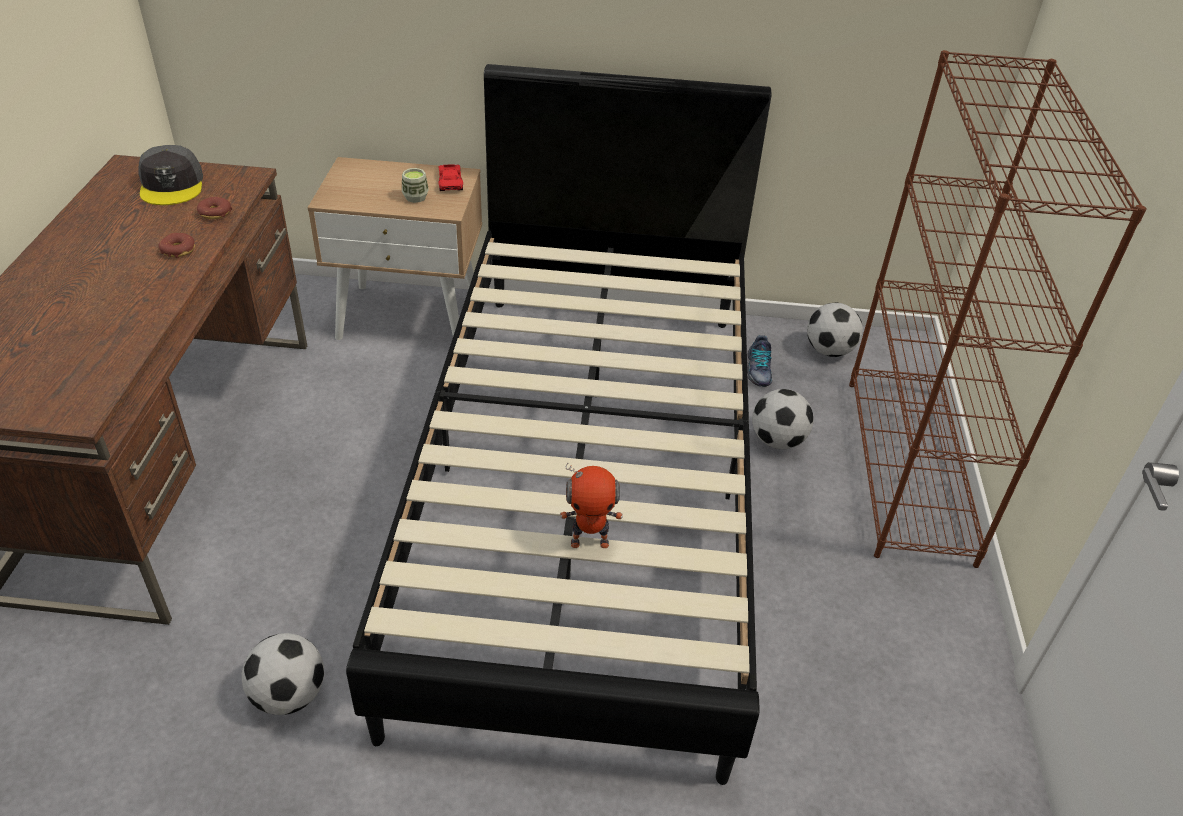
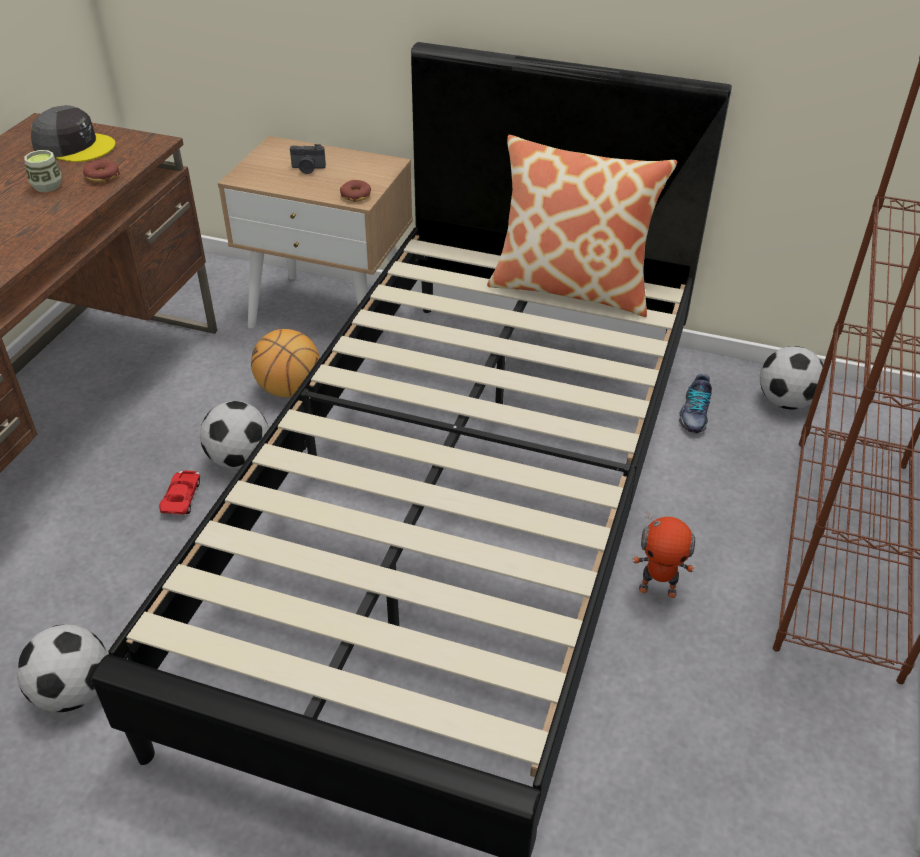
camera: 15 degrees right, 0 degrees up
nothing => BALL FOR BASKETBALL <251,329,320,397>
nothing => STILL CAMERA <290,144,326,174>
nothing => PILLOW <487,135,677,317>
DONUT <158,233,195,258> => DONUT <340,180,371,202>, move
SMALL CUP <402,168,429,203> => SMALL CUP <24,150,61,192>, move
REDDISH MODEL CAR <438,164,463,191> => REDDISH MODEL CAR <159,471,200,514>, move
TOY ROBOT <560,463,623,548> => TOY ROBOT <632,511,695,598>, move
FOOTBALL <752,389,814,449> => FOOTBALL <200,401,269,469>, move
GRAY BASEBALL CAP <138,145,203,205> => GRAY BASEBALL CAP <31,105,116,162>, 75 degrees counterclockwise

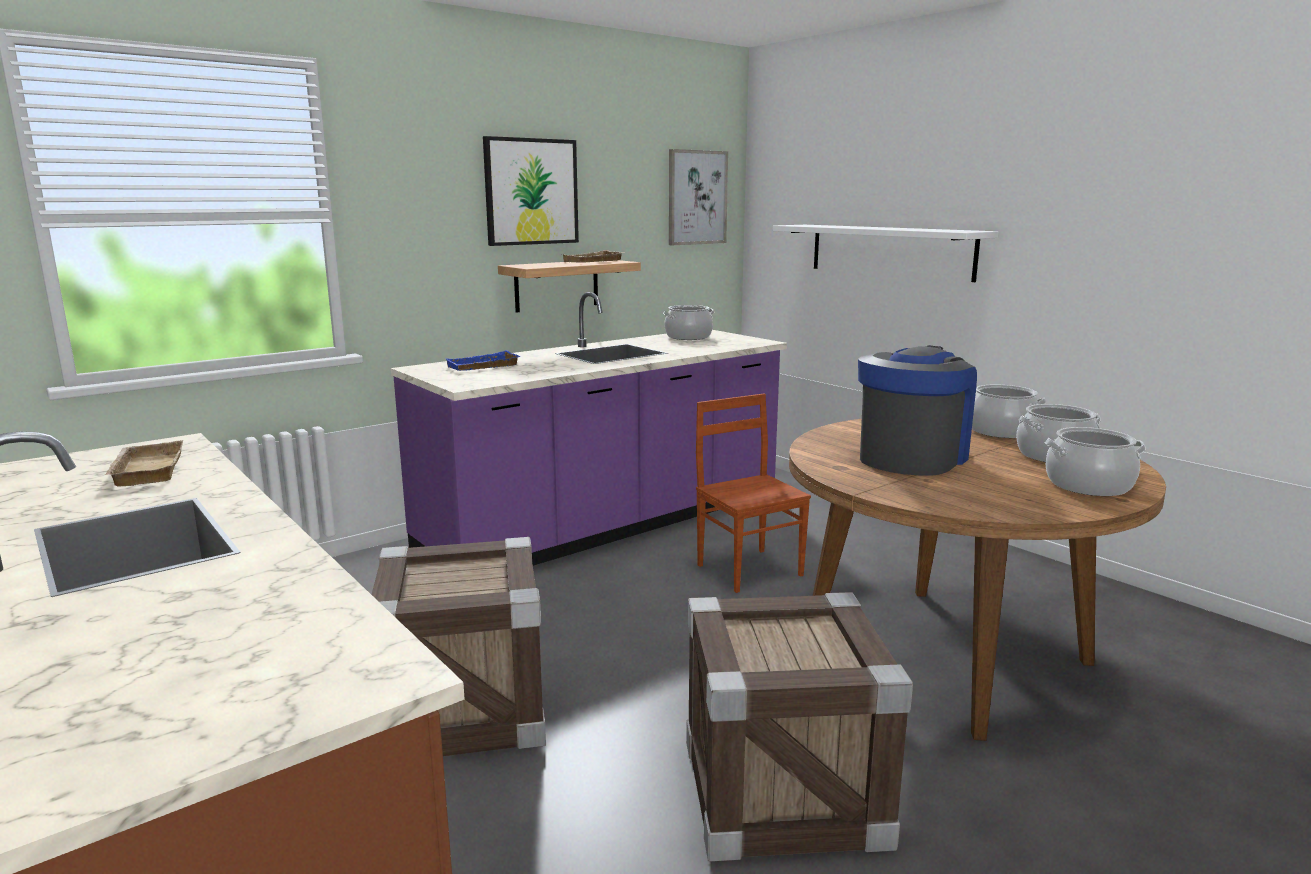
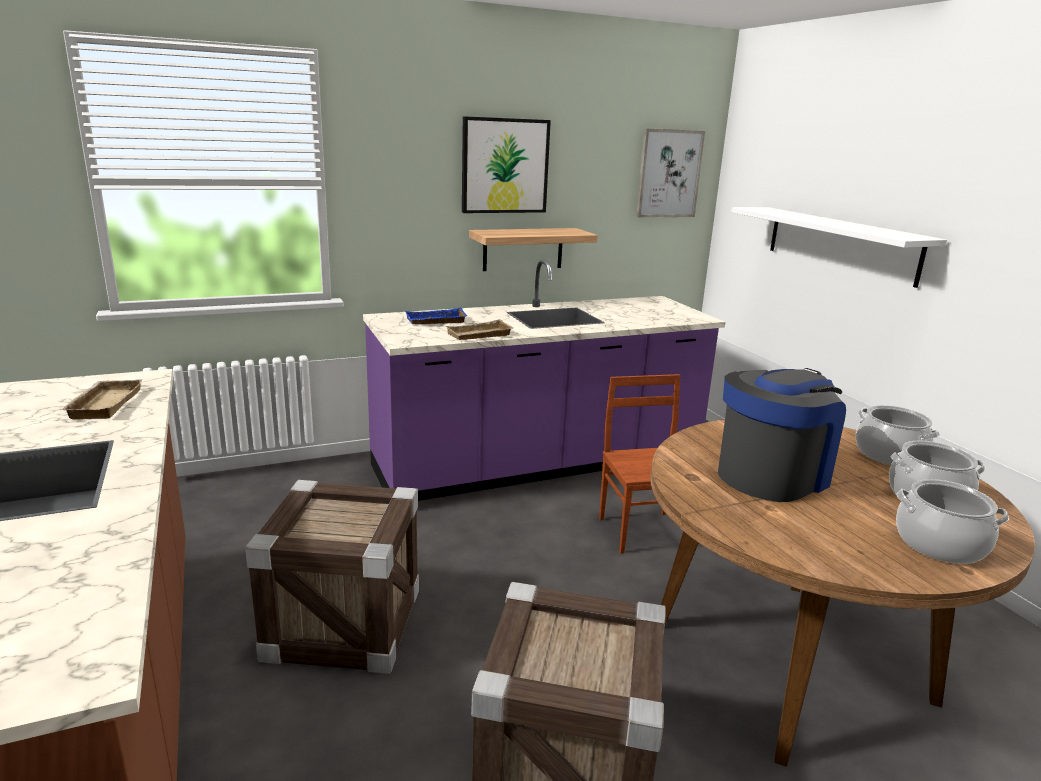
camera: 15 degrees right, 5 degrees up
STOCKPOT <663,305,714,340> => nothing
BEIGE-COLOURED CARRYING TRAY <562,250,624,263> => BEIGE-COLOURED CARRYING TRAY <446,319,513,340>, move

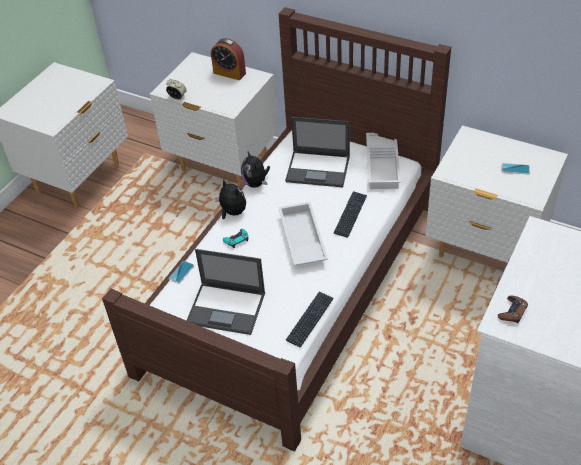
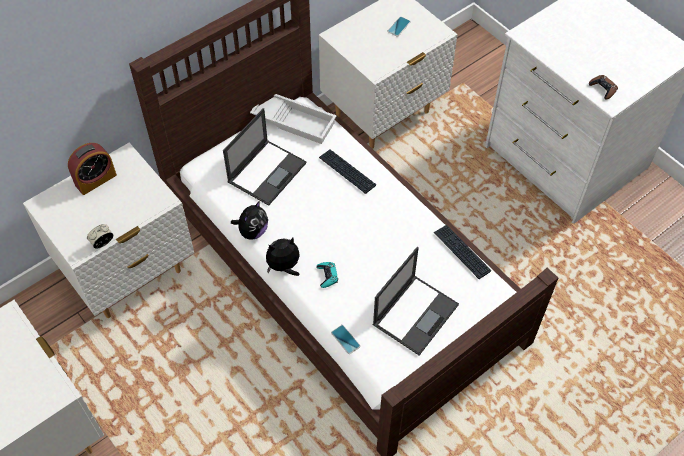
camera: 70 degrees left, 10 degrees up
WHITISH CARRYING TRAY <278,202,328,266> => nothing
CUDDLY TOY <241,150,270,188> => CUDDLY TOY <231,201,268,240>, 60 degrees counterclockwise

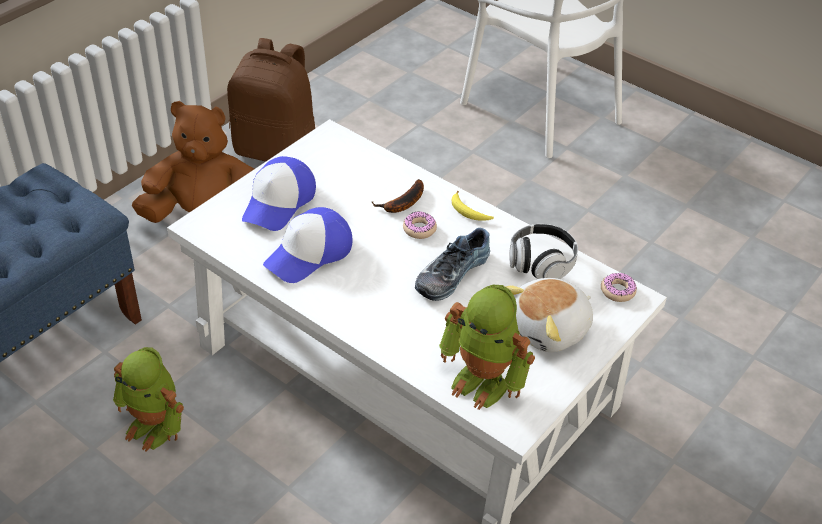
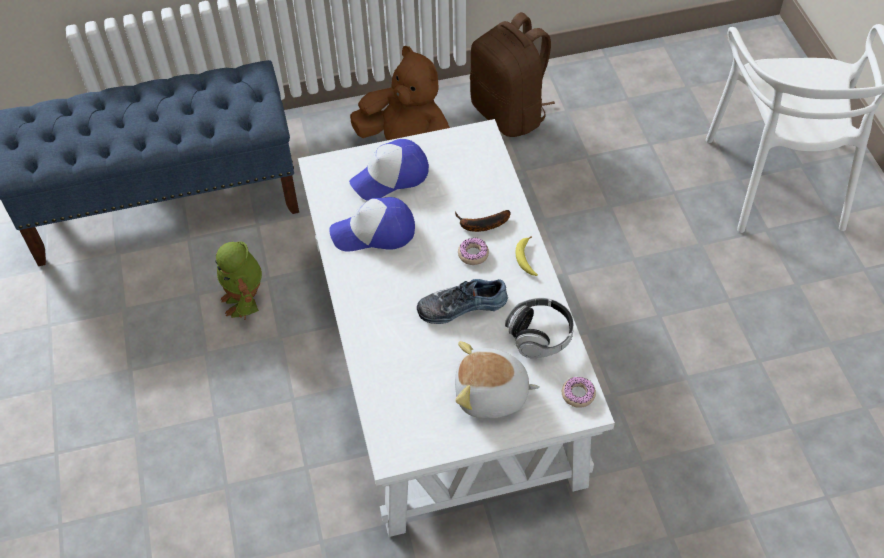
camera: 40 degrees right, 10 degrees up
TOY ROBOT <439,285,535,410> => nothing

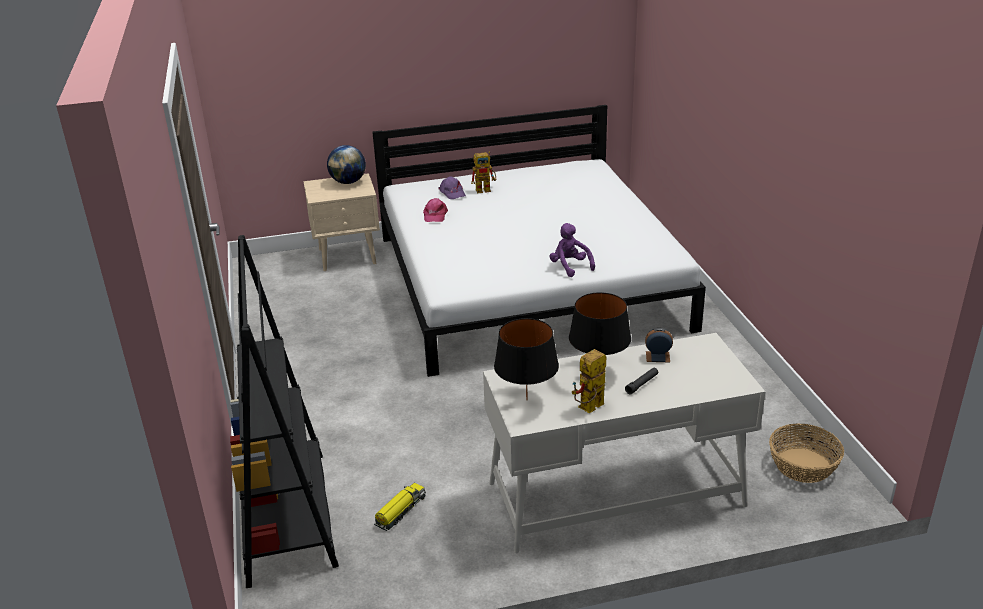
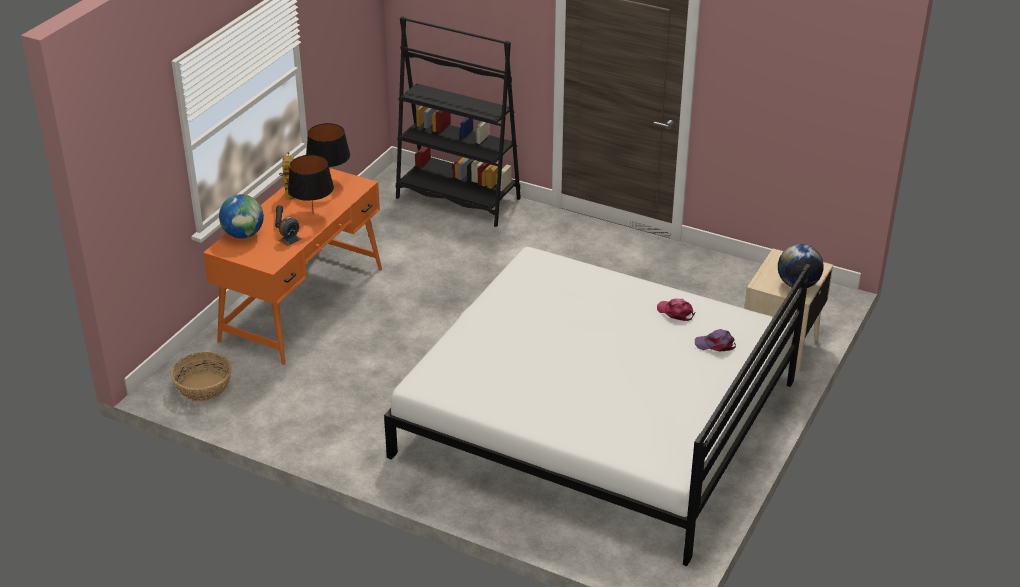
camera: 130 degrees right, 5 degrees up
MODEL TRUCK <374,483,426,531> => nothing
TOY ROBOT <471,151,496,193> => nothing
PURPLE-COLOURED CUDDLY TOY <550,223,595,277> => nothing
nothing => WORLD GLOBE <219,194,264,238>
WHITISH DESK UNIT <483,333,765,553> => ORANGE-COLOURED DESK UNIT <203,168,382,365>

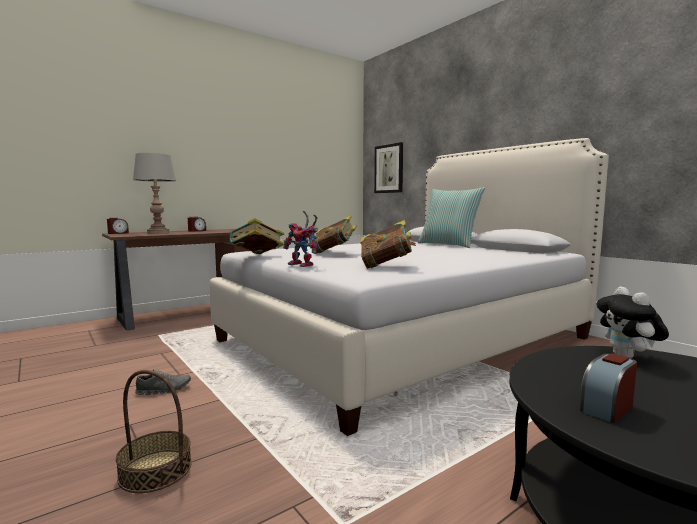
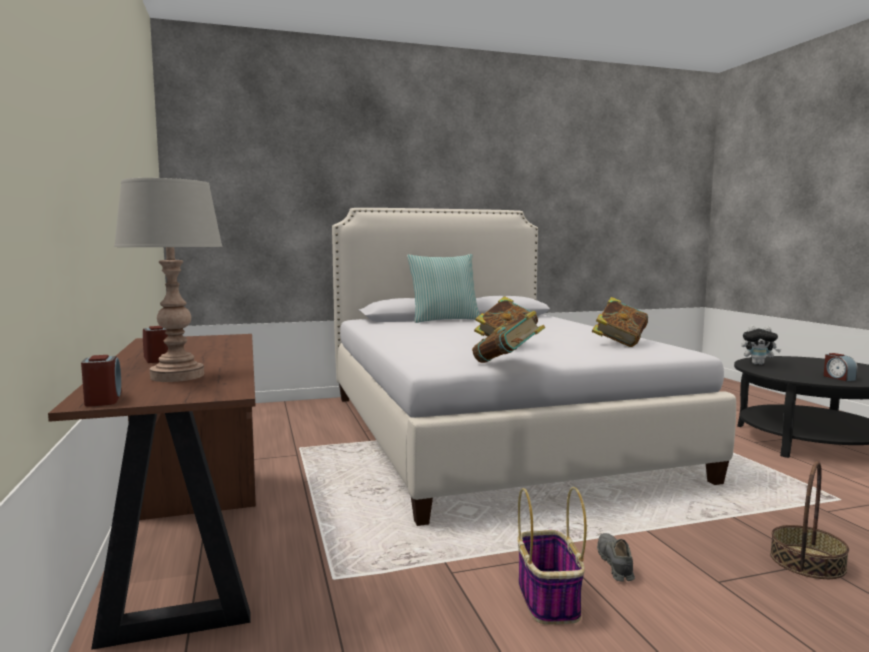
camera: 70 degrees left, 0 degrees up
TOY ROBOT <283,211,318,267> => nothing
WALL PICTURE <374,142,403,193> => nothing
nothing => BASKET <518,487,587,624>

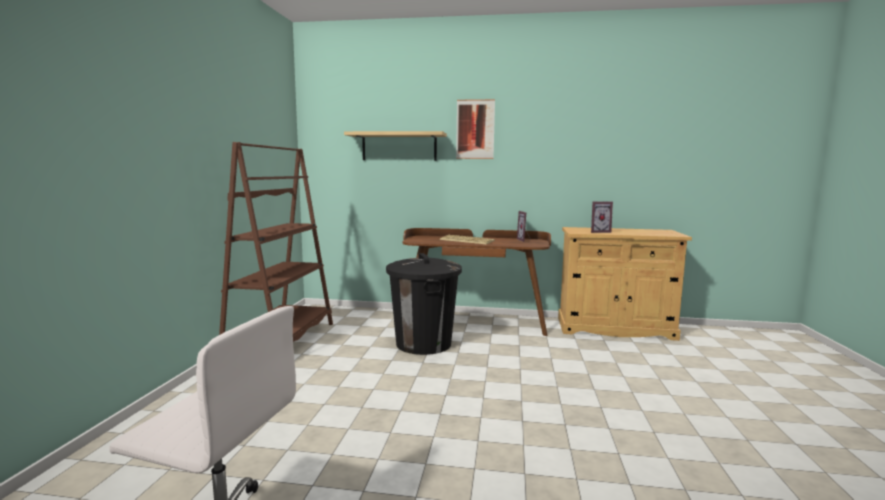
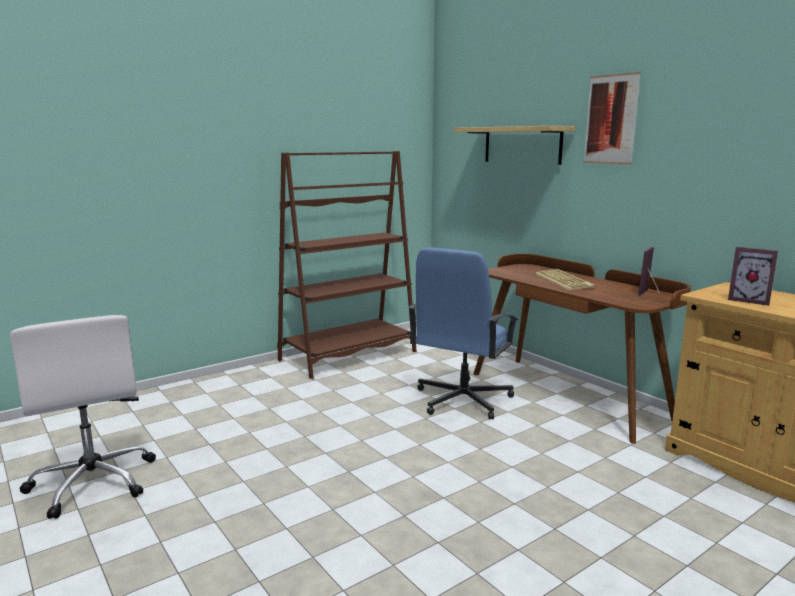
camera: 45 degrees right, 5 degrees up
BLACK TRASH CAN <386,253,462,355> => BLUISH COMPUTER CHAIR <408,247,518,420>

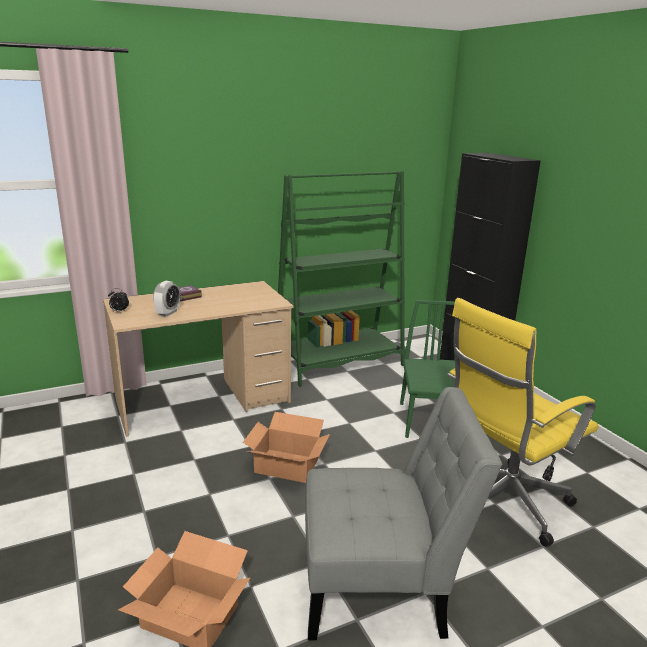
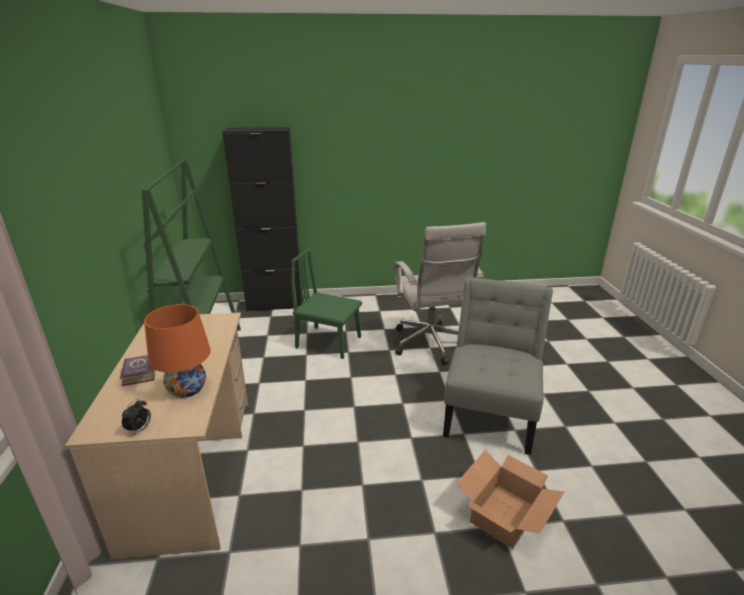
camera: 70 degrees left, 5 degrees up
CARTON <243,412,330,483> => nothing
BEDSIDE CLOCK <153,281,180,317> => ORANGE-COLOURED LAMP FOR A TABLE <144,304,211,398>
YELLOW COMPUTER CHAIR <447,298,599,547> => WHITISH COMPUTER CHAIR <395,222,486,365>

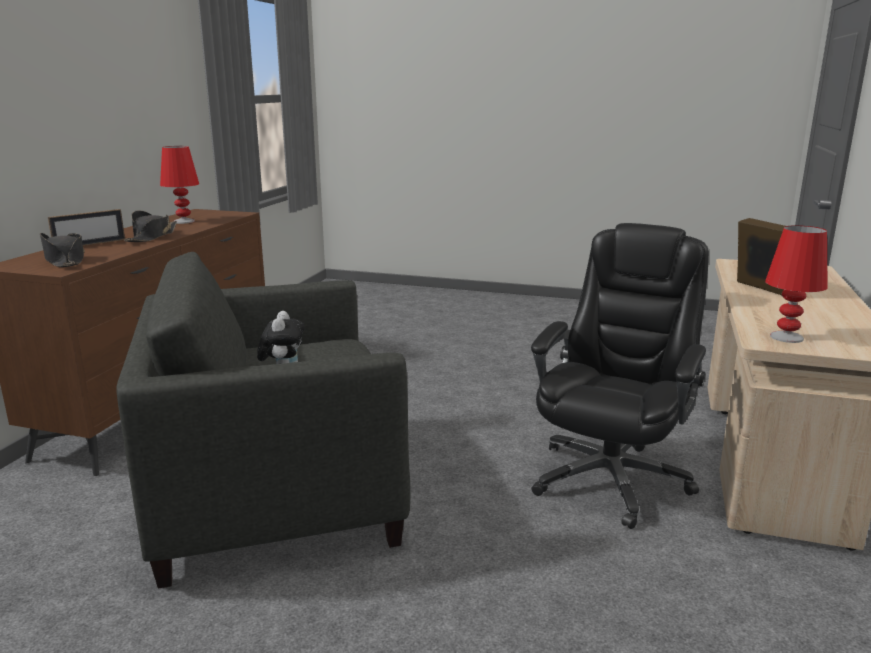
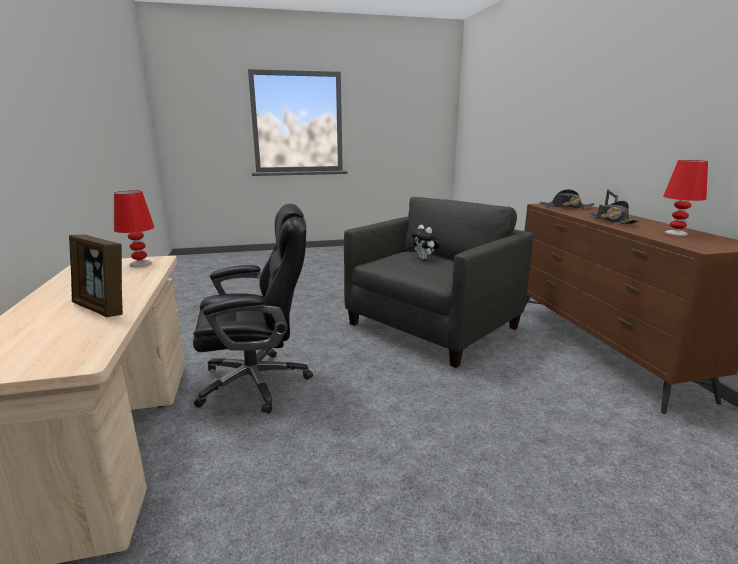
camera: 150 degrees right, 0 degrees up
BLACK COMPUTER CHAIR <531,223,709,529> => BLACK COMPUTER CHAIR <193,204,313,414>, 105 degrees counterclockwise

